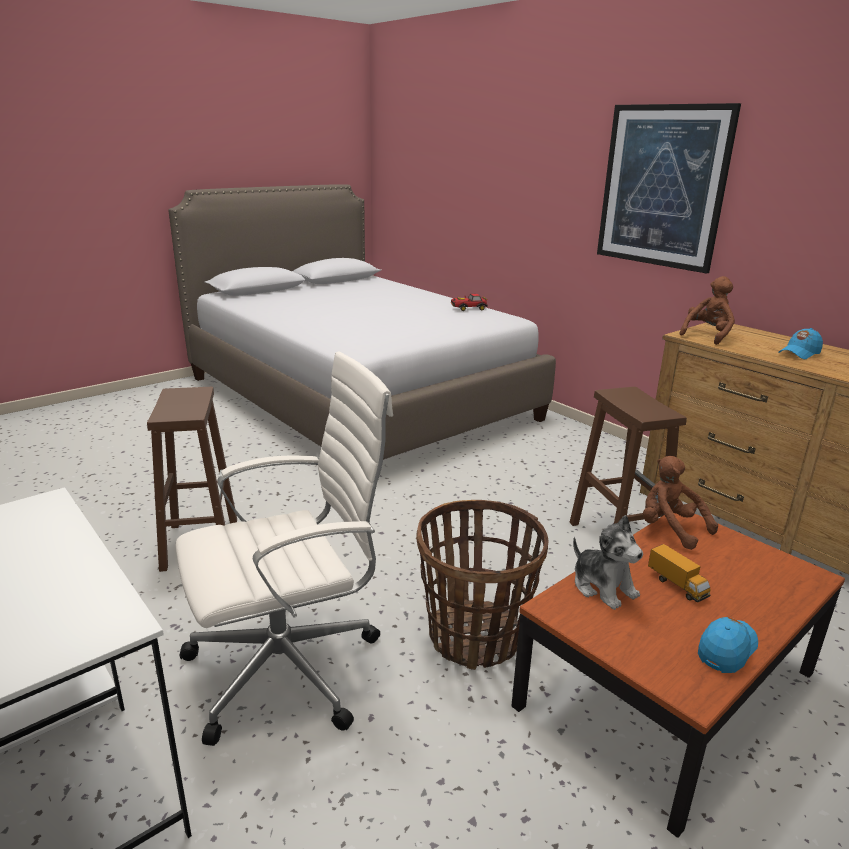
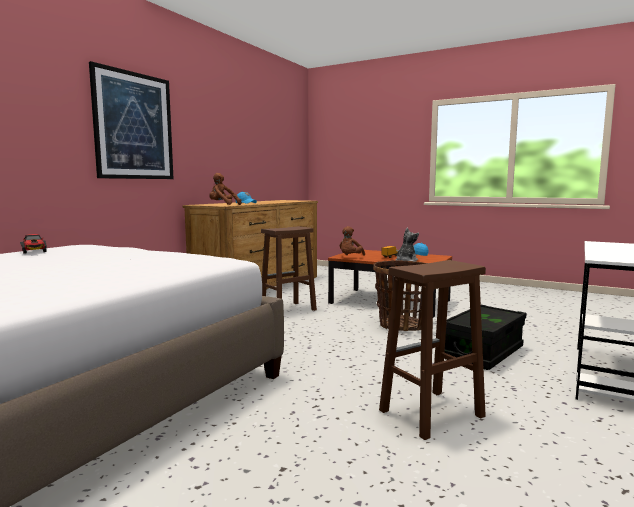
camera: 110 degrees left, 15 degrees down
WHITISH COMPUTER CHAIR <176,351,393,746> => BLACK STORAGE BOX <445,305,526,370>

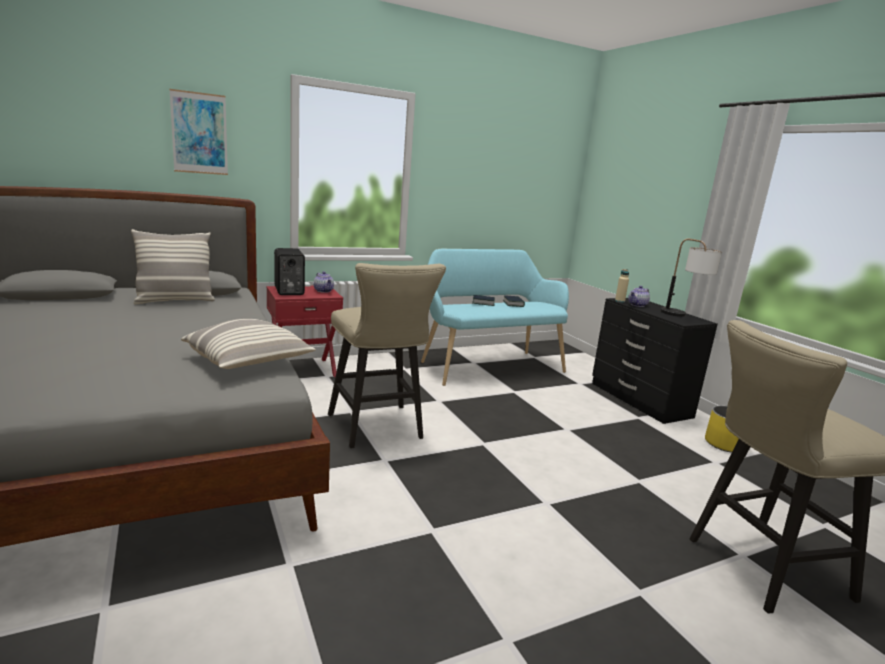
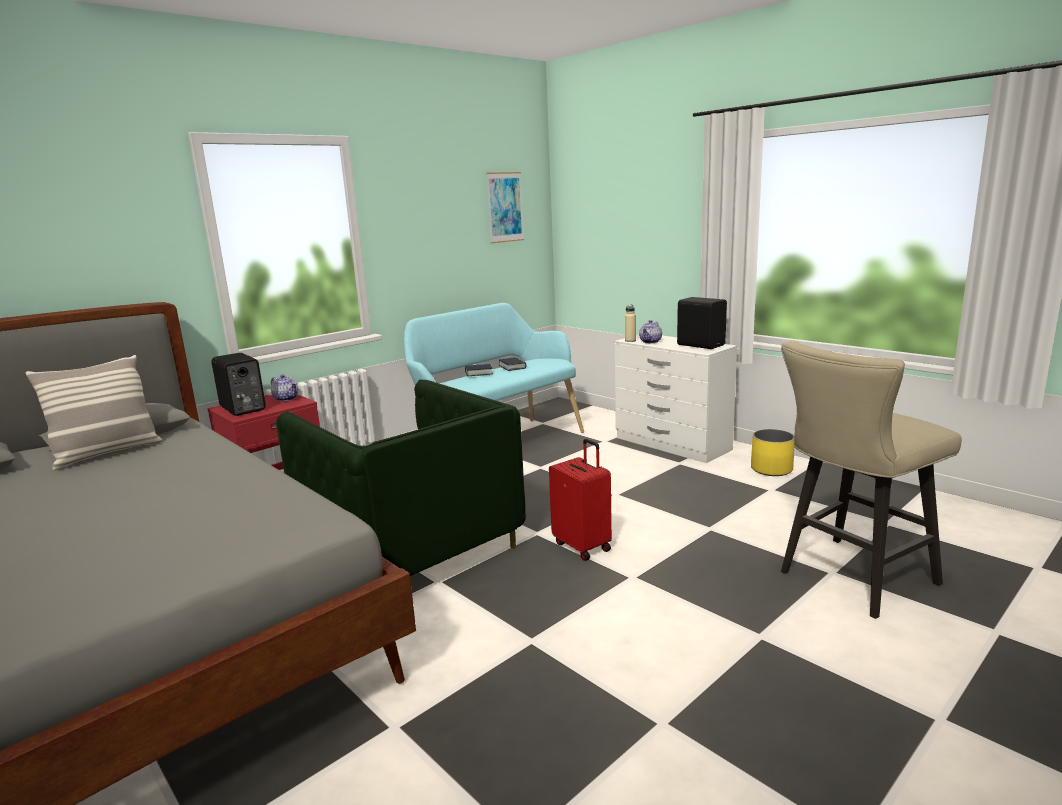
camera: 15 degrees left, 0 degrees up
PILLOW <181,319,316,369> => nothing
nothing => REDDISH SUITCASE <549,439,612,561>
WALL PICTURE <169,89,228,175> => WALL PICTURE <486,172,524,243>, move
BEIGE-COLOURED STOOL SEAT <328,263,446,448> => GREEN LOUNGE CHAIR <276,379,526,576>
LAMP FOR A TABLE <660,239,722,317> => BLACK LOUDSPEAKER <677,297,727,349>
BLACK DRAWER CHEST <592,298,718,424> => WHITISH DRAWER CHEST <615,335,737,463>

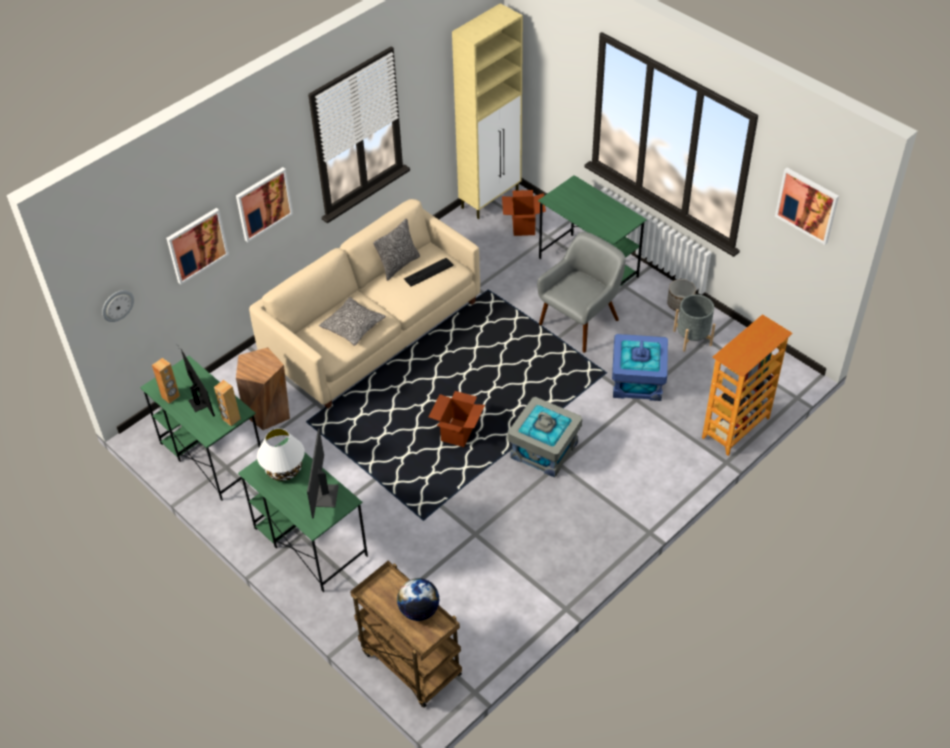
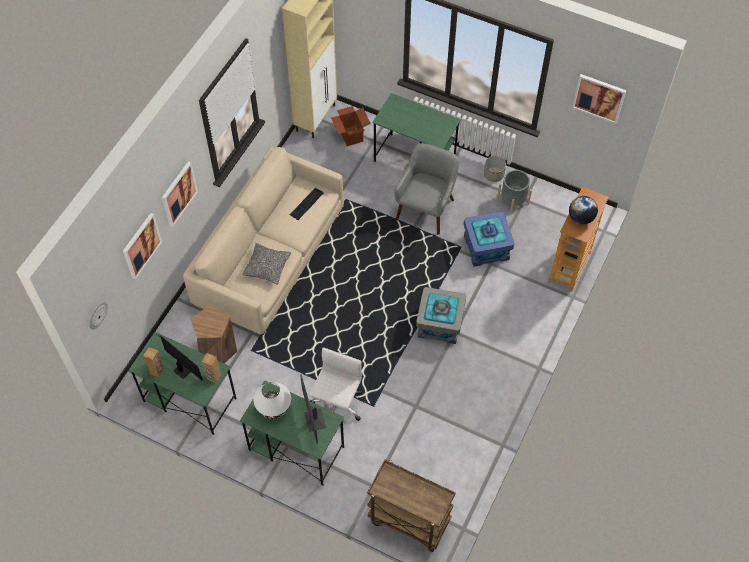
camera: 20 degrees left, 10 degrees up
PILLOW <373,219,420,281> => nothing
CARTON <429,391,485,447> => nothing
nothing => WHITISH COMPUTER CHAIR <309,347,362,421>
WORLD GLOBE <397,578,440,621> => WORLD GLOBE <569,196,598,224>, move

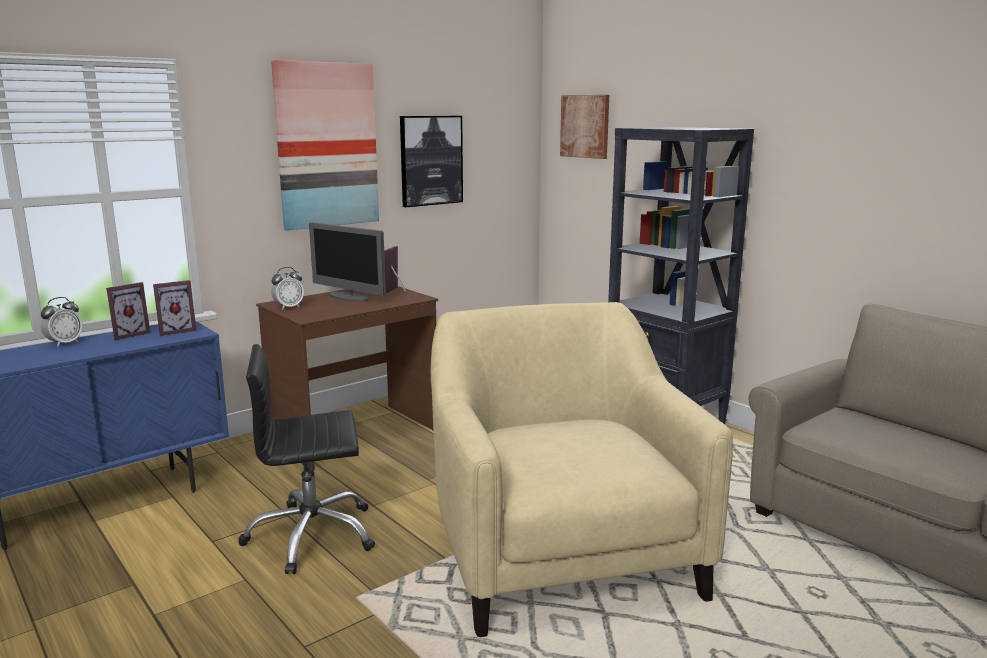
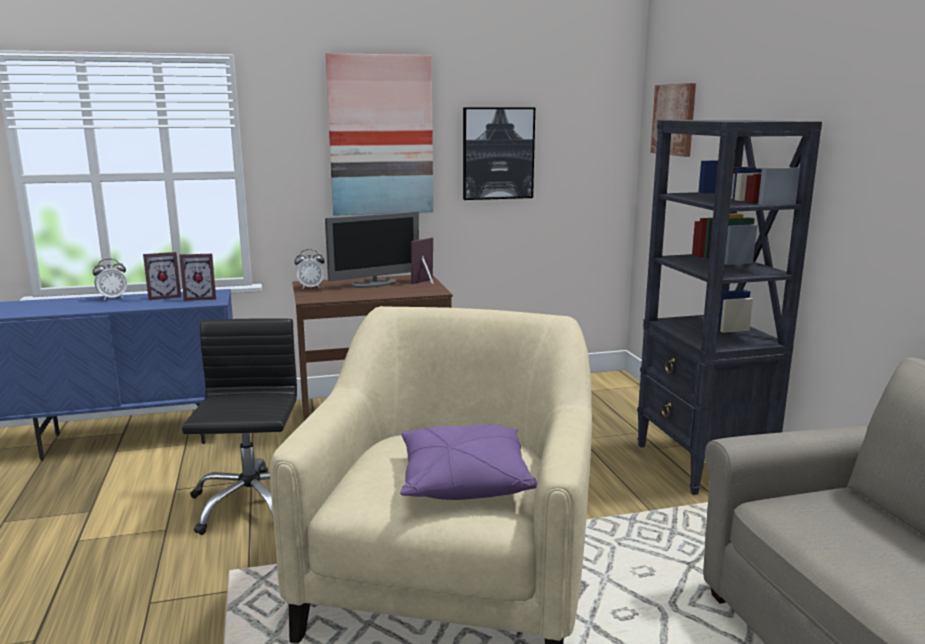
camera: 25 degrees right, 0 degrees up
nothing => PURPLE-COLOURED PILLOW <400,424,537,500>
BLACK COMPUTER CHAIR <238,344,375,574> => BLACK COMPUTER CHAIR <182,318,297,535>, 75 degrees clockwise
MONITOR <309,222,386,302> => MONITOR <325,211,419,288>, 90 degrees counterclockwise

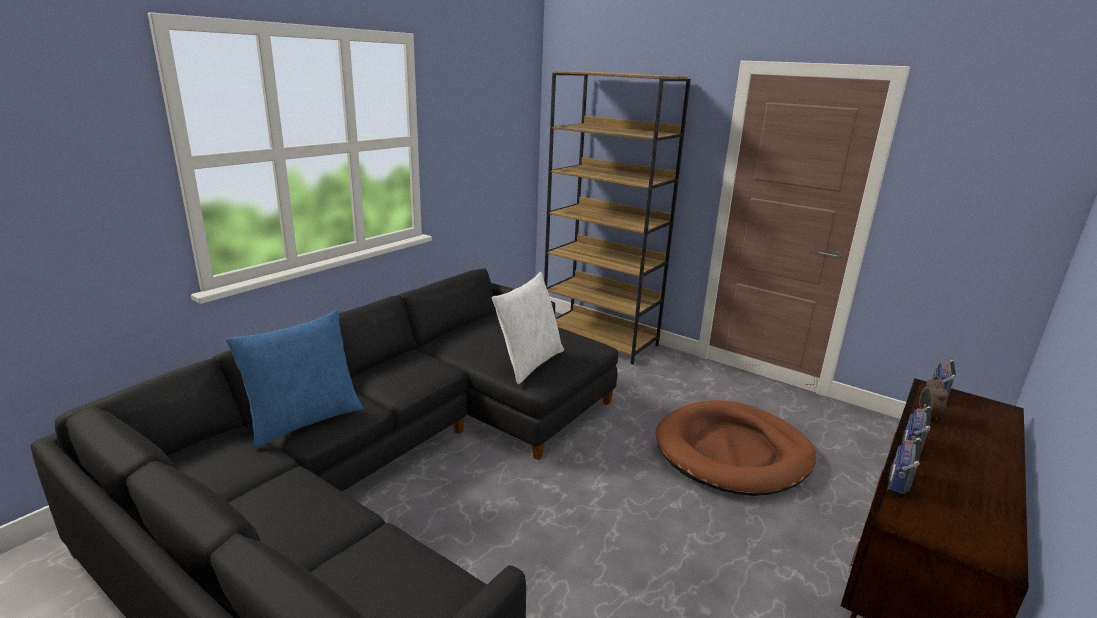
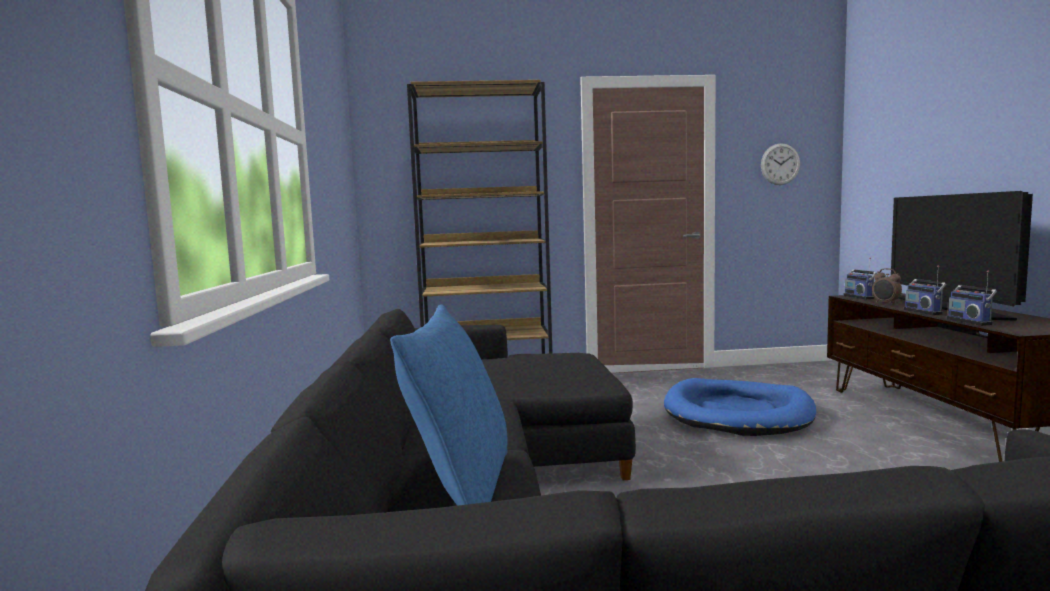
camera: 40 degrees left, 15 degrees down
WHITISH PILLOW <492,272,564,384> => nothing
nothing => CLOCK ON THE WALL <761,143,800,185>
nothing => TV SET <891,191,1033,321>
BROWNISH PET BED <656,400,816,496> => BLUISH PET BED <664,378,816,436>

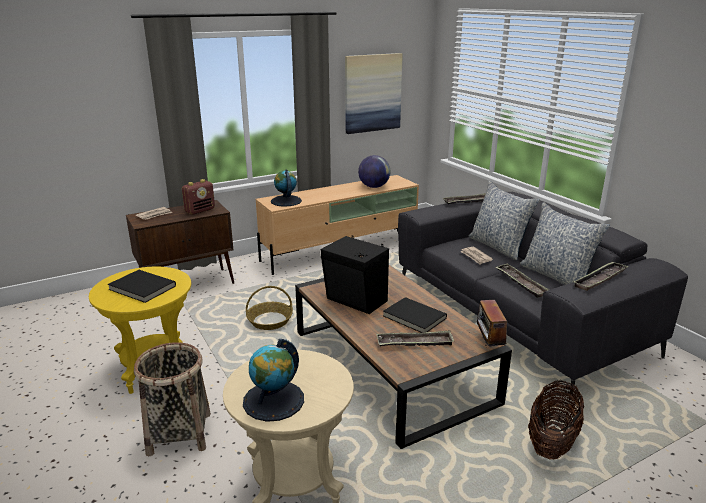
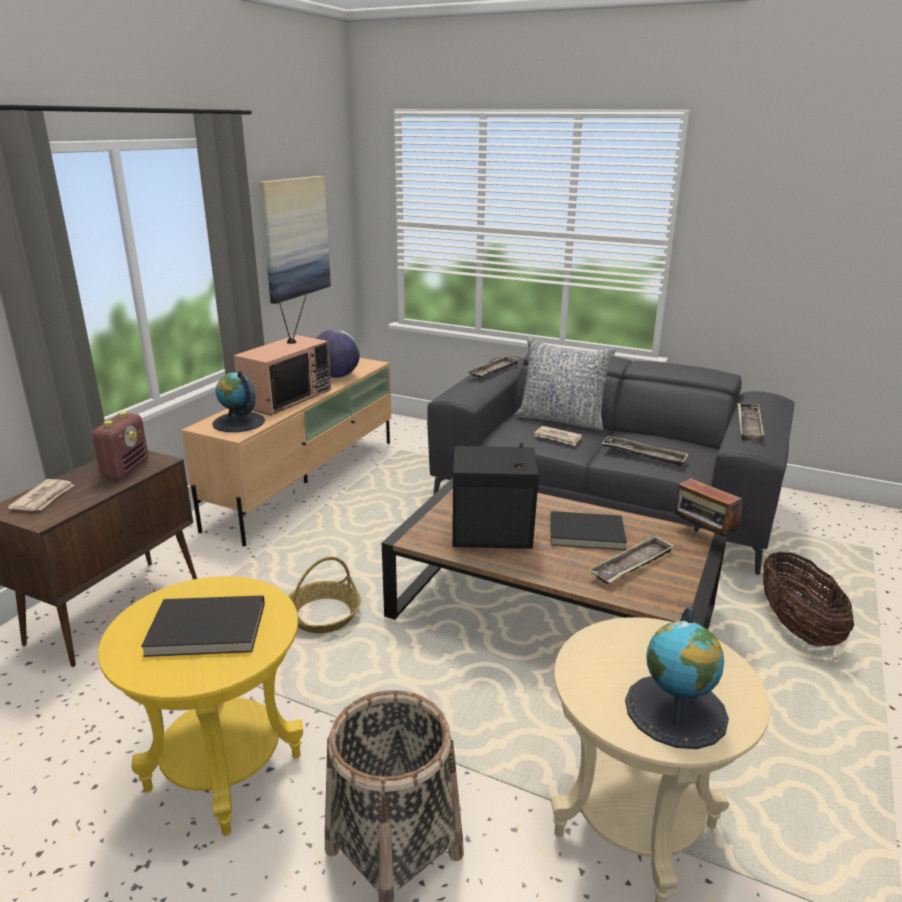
camera: 35 degrees left, 0 degrees up
PILLOW <520,202,610,285> => nothing
nothing => TV SET <233,292,331,415>

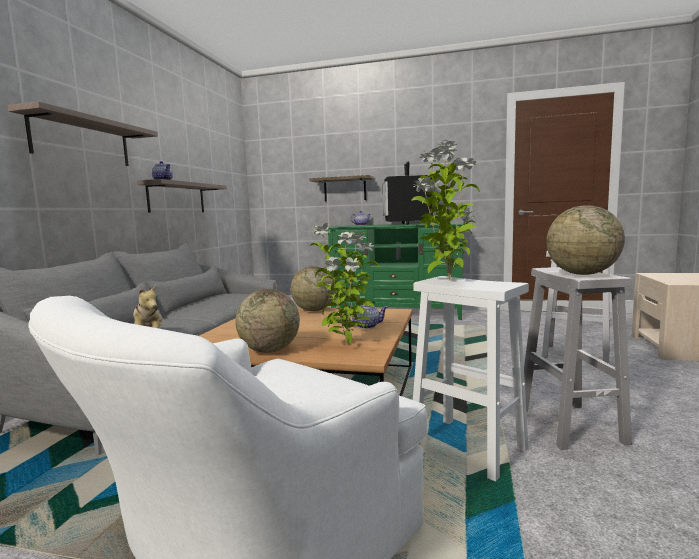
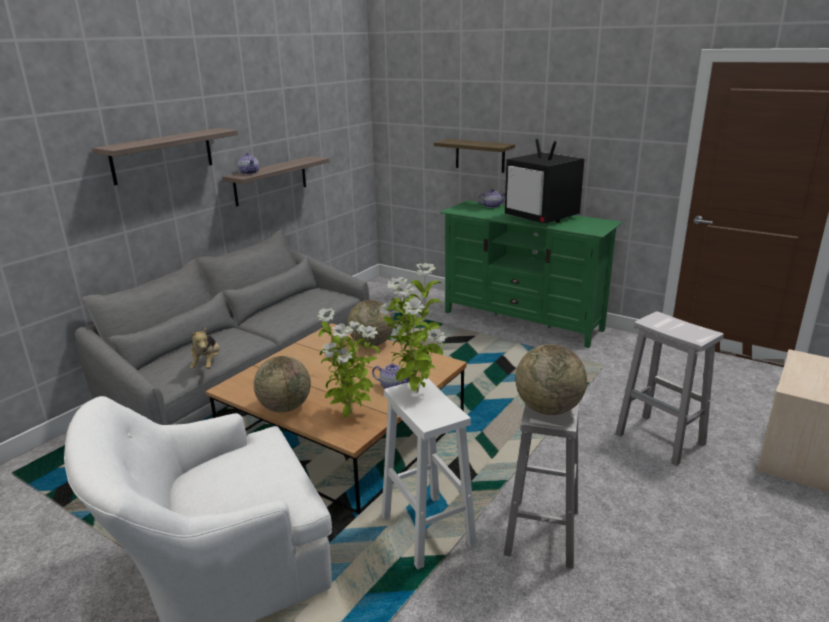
camera: 20 degrees right, 15 degrees up
TV SET <383,162,433,225> => TV SET <505,138,585,224>, 60 degrees counterclockwise

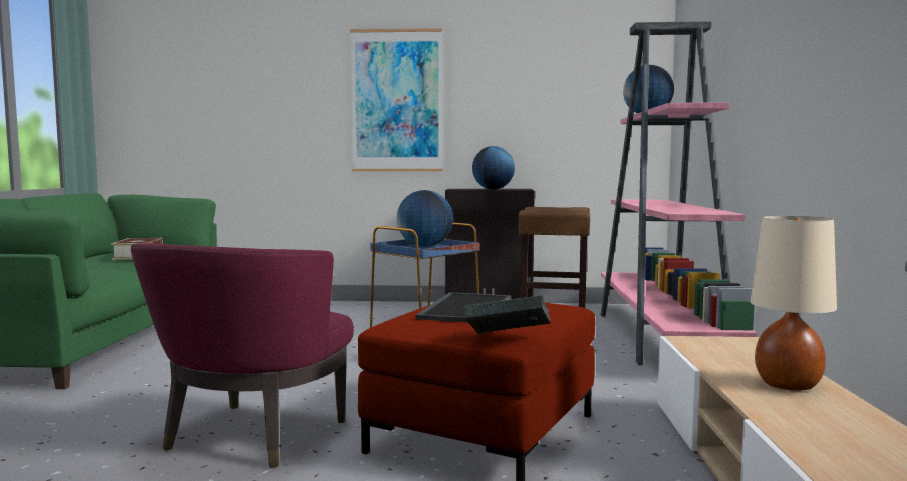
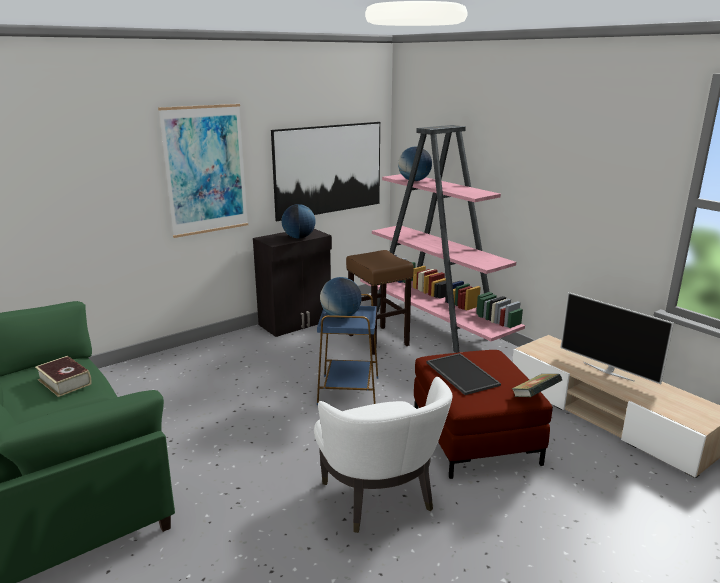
camera: 40 degrees left, 15 degrees up
nothing => WALL PICTURE <271,122,380,221>
BEIGE-COLOURED LAMP FOR A TABLE <750,216,837,391> => TV SET <561,292,674,384>
PURPLE-COLOURED LOUNGE CHAIR <131,243,354,468> => WHITISH LOUNGE CHAIR <314,377,453,533>

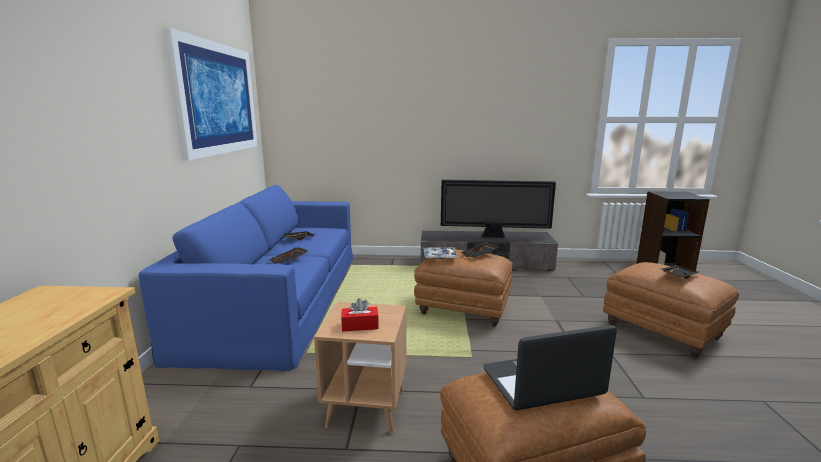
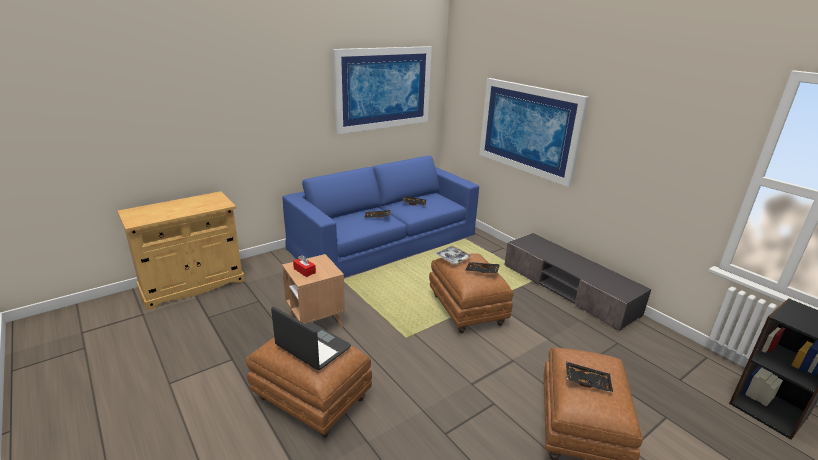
camera: 50 degrees right, 10 degrees up
TV SET <441,180,556,238> => nothing
nothing => WALL PICTURE <479,78,589,187>

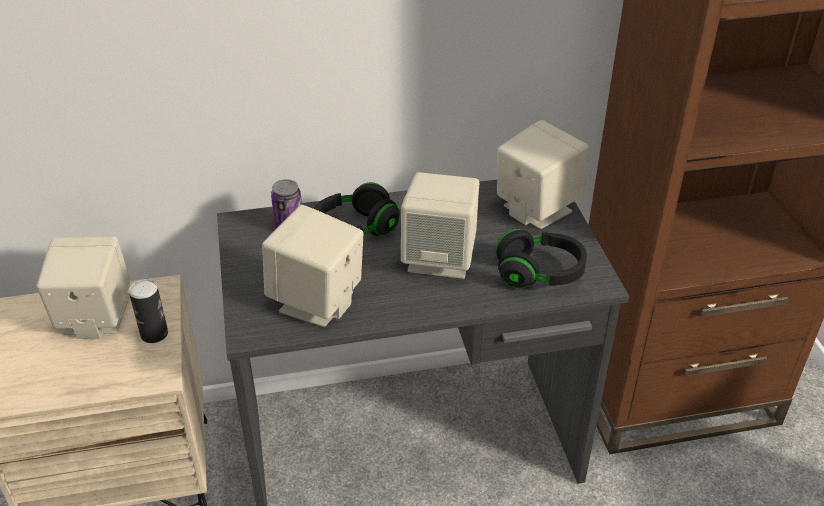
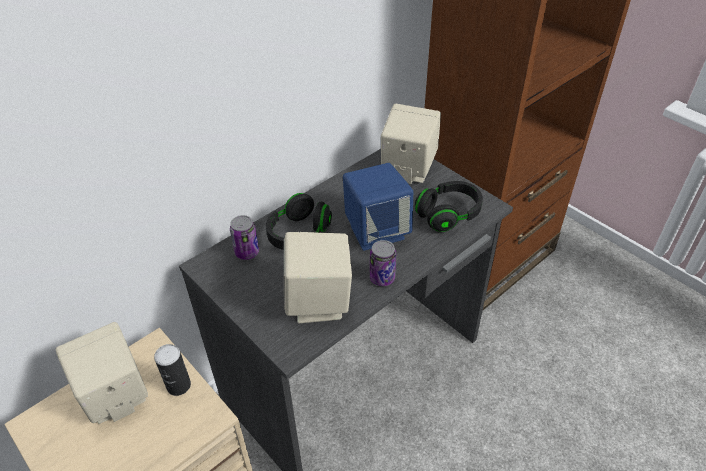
camera: 30 degrees left, 5 degrees up
nothing => CAN <370,240,396,286>
BEIGE-COLOURED LOUDSPEAKER <401,172,479,279> => BLUISH LOUDSPEAKER <343,163,413,251>

